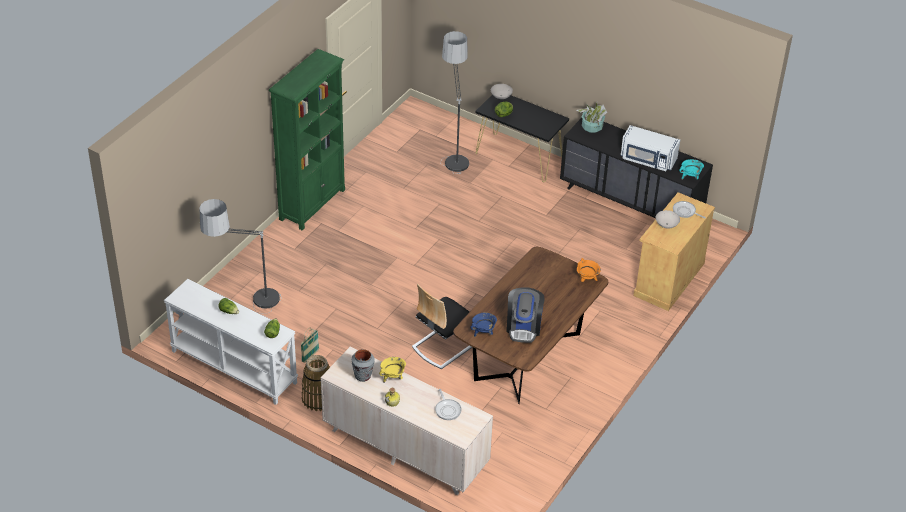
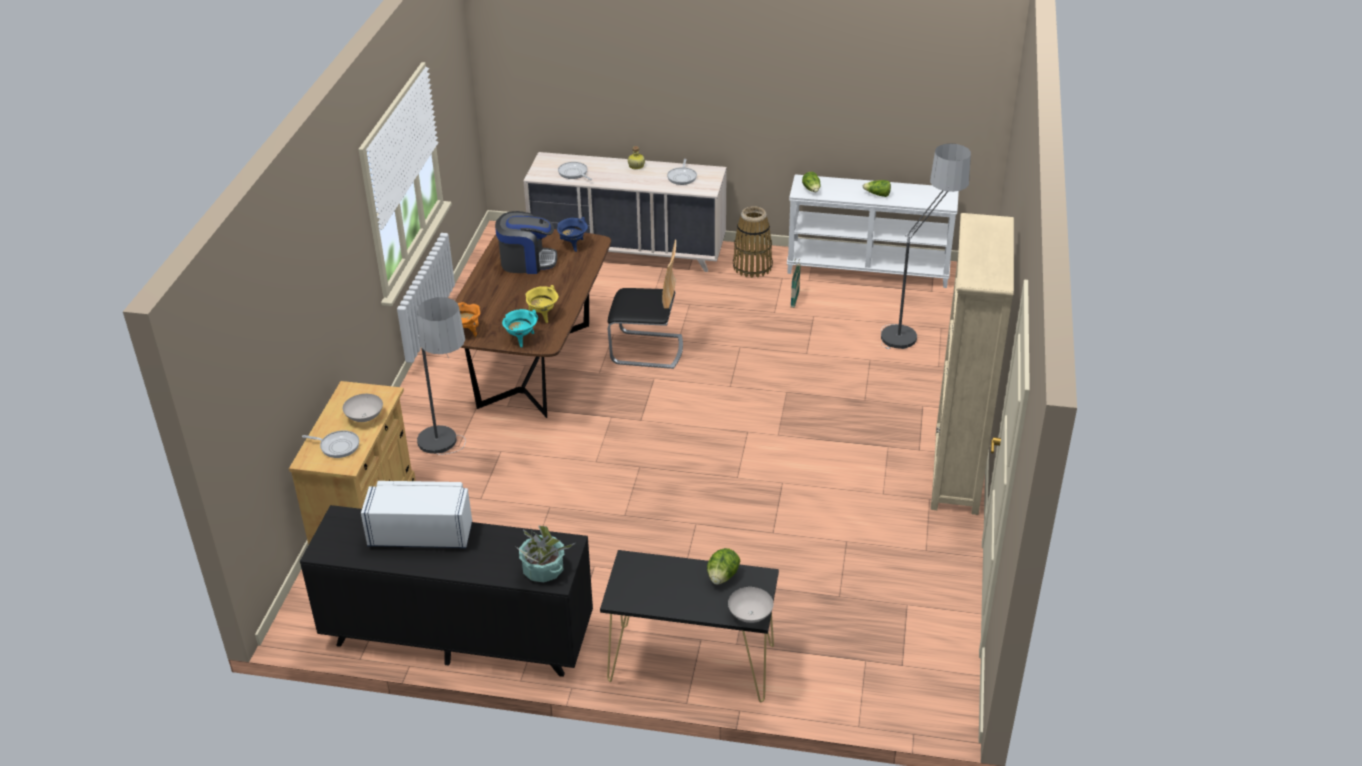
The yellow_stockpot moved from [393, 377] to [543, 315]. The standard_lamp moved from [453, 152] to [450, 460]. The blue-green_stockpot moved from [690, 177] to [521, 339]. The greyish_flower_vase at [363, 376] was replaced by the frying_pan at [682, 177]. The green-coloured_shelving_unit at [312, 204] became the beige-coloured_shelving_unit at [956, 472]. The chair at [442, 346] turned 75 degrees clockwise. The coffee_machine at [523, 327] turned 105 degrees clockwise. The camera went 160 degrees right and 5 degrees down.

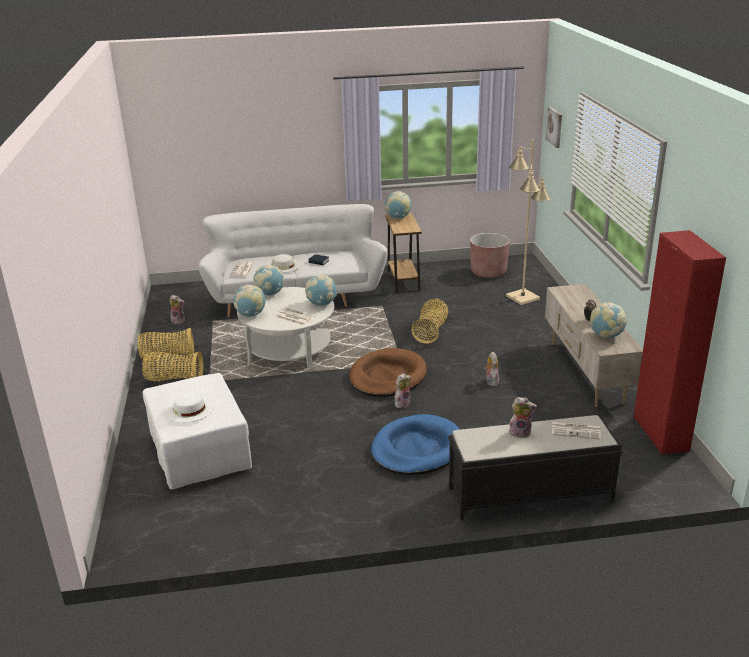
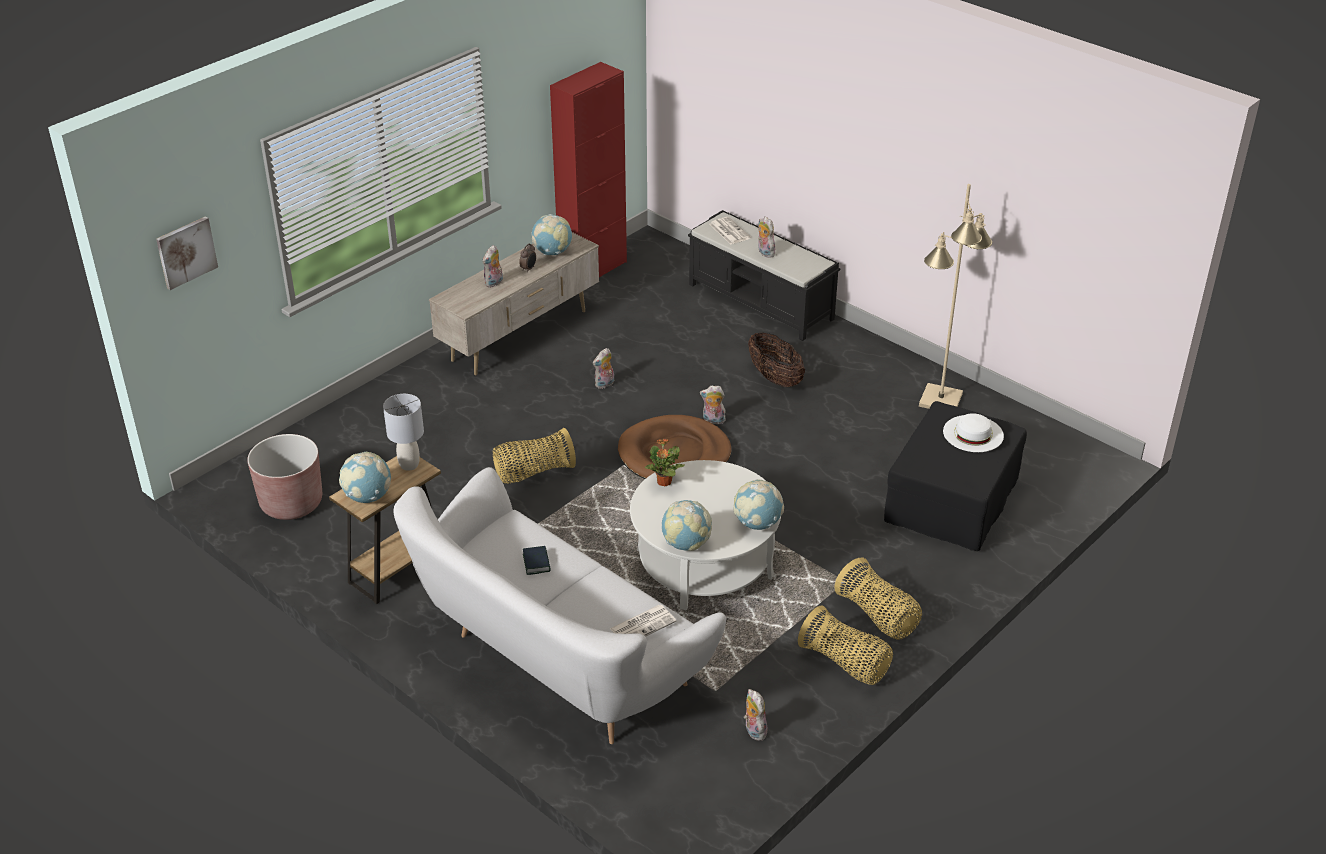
The whitish_clothing_hat at [282, 265] disappeared. The daily_paper at [294, 317] disappeared. The greyish_lamp_for_a_table at [409, 464] appeared. The cuddly_toy at [494, 283] appeared. The beige-coloured_standard_lamp moved from [522, 297] to [940, 400]. The desk_globe at [321, 304] was replaced by the houseplant at [664, 482]. The bluish_pet_bed at [416, 449] was replaced by the household_basket at [775, 378]. The whitish_pouffe at [199, 451] became the blackish_pouffe at [952, 502]. The camera went 130 degrees left and 10 degrees up.

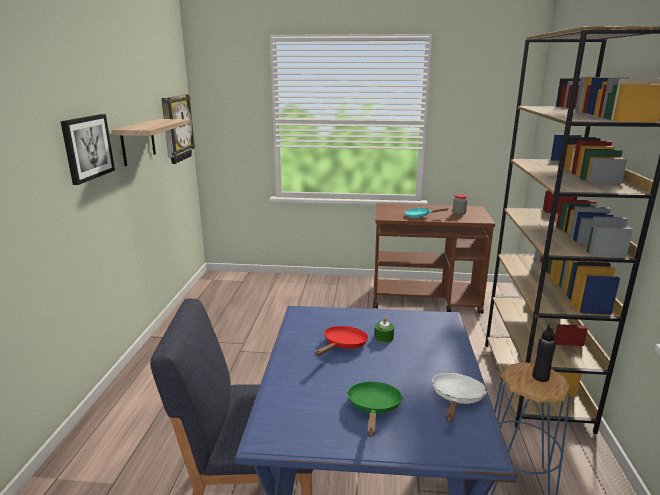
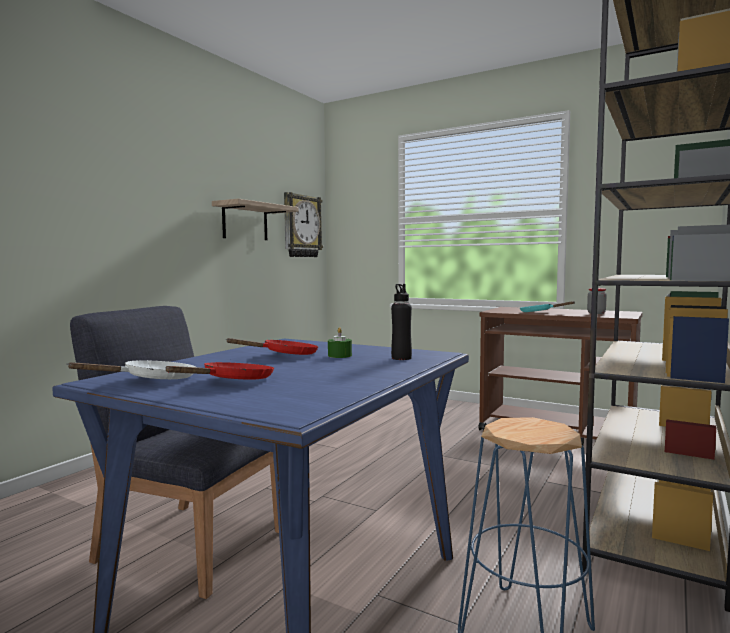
The wall_picture at [87, 148] disappeared. The whitish_frying_pan moved from [457, 398] to [153, 380]. The blackish_beverage_bottle moved from [540, 377] to [401, 358]. The green-coloured_frying_pan at [374, 408] became the red_frying_pan at [233, 381]. The camera went 25 degrees right and 15 degrees down.

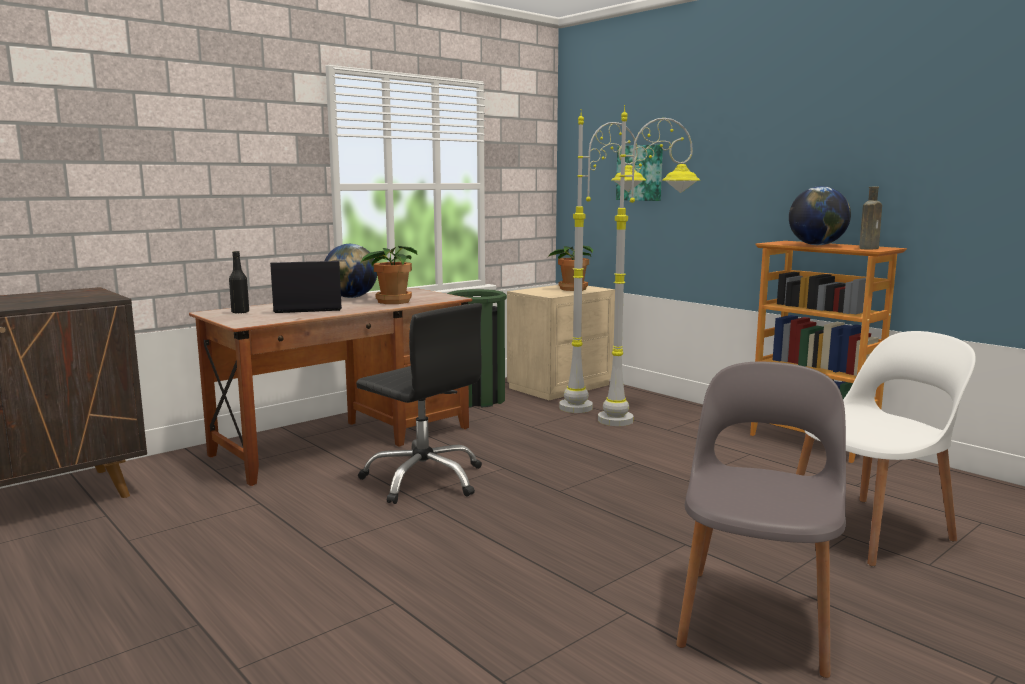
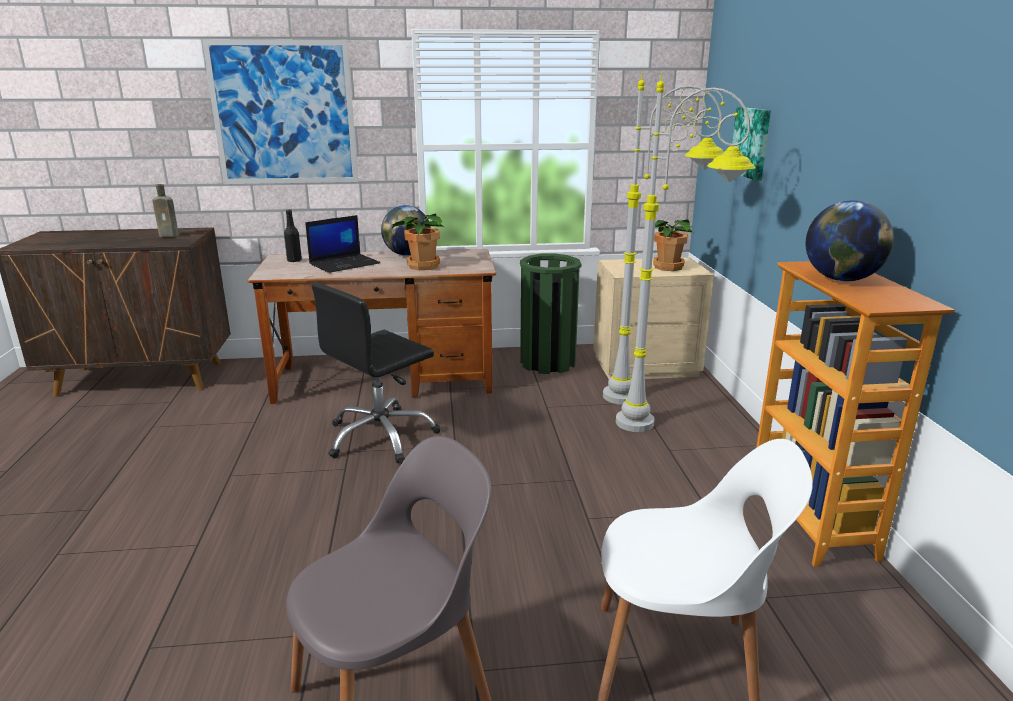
The wall_picture at [284, 113] appeared. The brownish_beverage_bottle moved from [869, 248] to [170, 236]. The portable_computer at [306, 308] turned 120 degrees clockwise. The blackish_computer_chair at [424, 479] turned 60 degrees clockwise. The camera went 35 degrees right and 10 degrees up.

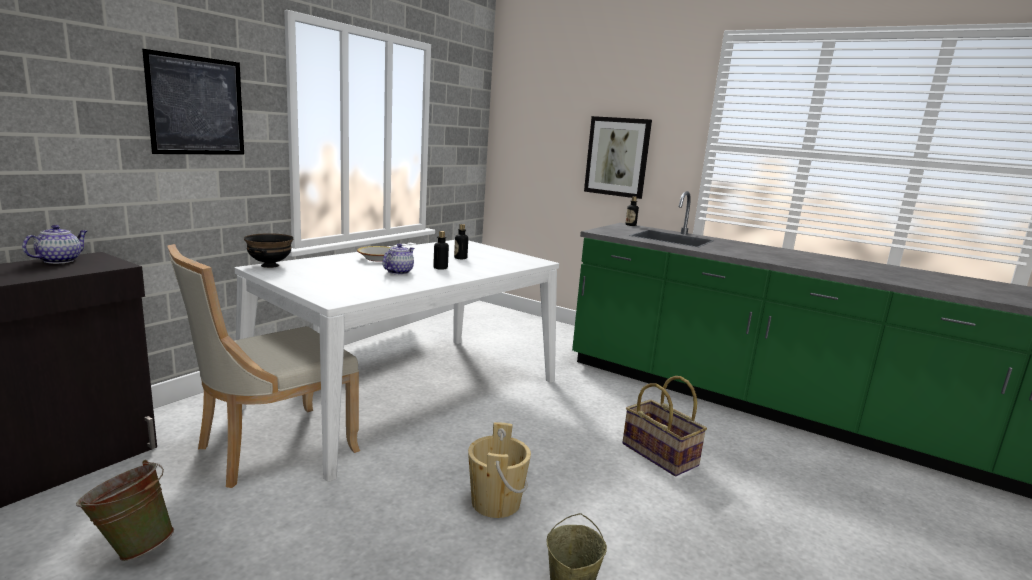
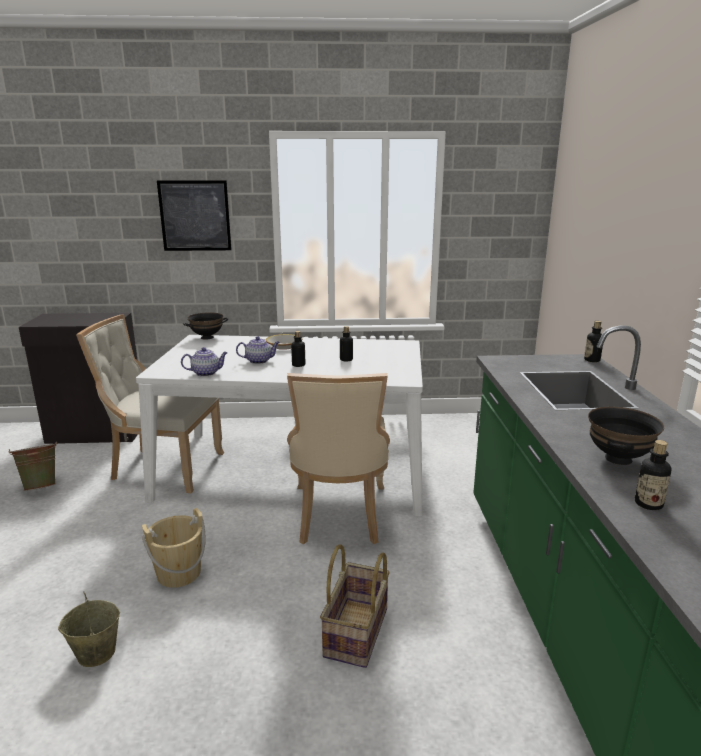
The wall_picture at [617, 157] disappeared. The beige-coloured_chair at [339, 516] appeared. The blackish_serving_bowl at [619, 459] appeared. The beverage_bottle at [648, 504] appeared. The tea_pot moved from [60, 260] to [206, 373]. The camera went 55 degrees right and 5 degrees up.

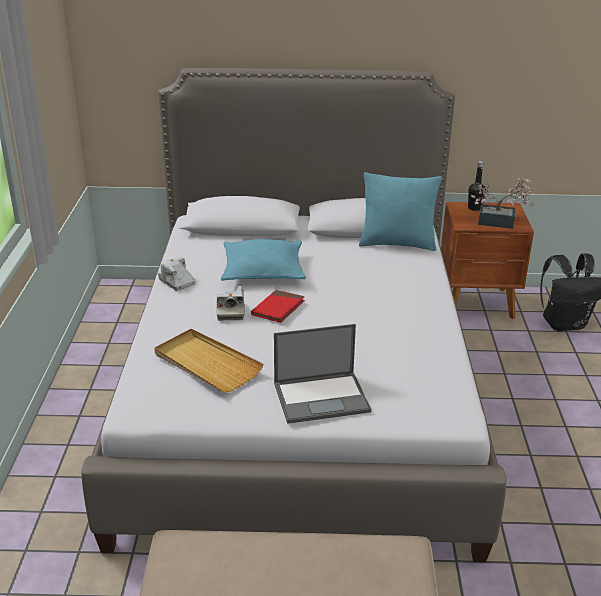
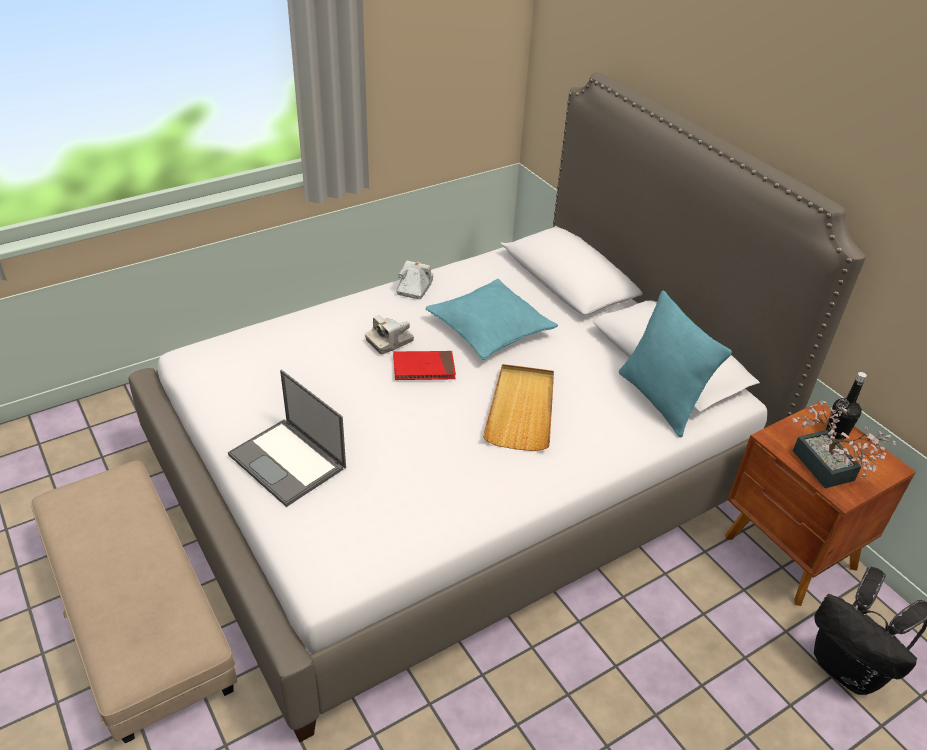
The beige-coloured_carrying_tray moved from [206, 364] to [521, 409]. The camera went 55 degrees right and 10 degrees up.

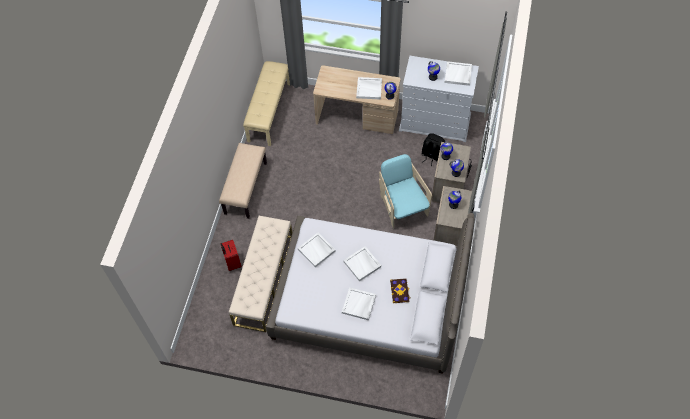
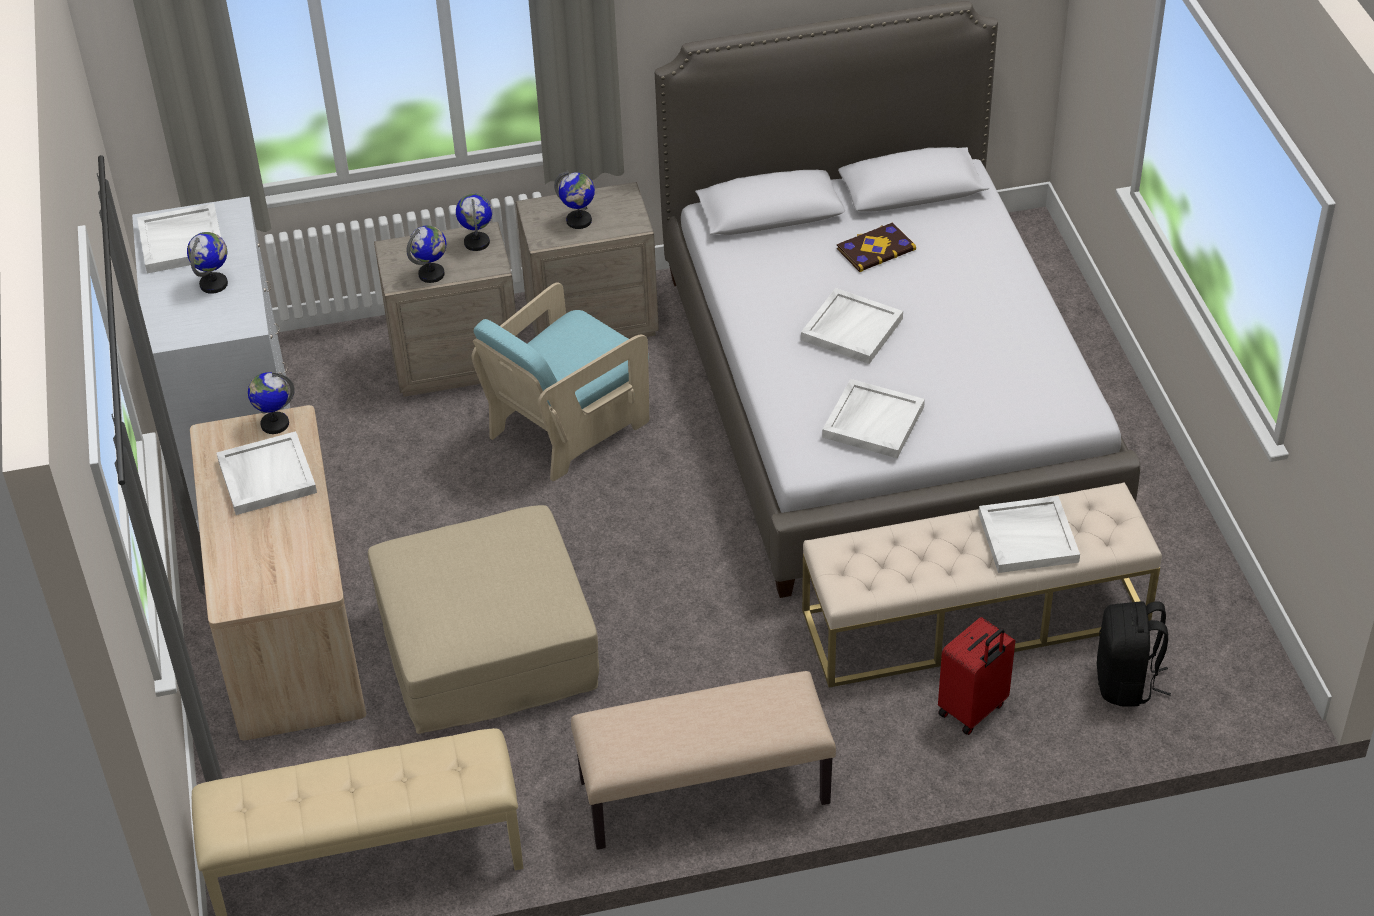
The beige-coloured_pouffe at [486, 646] appeared. The whitish_carrying_tray moved from [359, 304] to [1028, 537]. The blackish_backpack moved from [431, 155] to [1126, 683]. The camera went 115 degrees left and 15 degrees down.

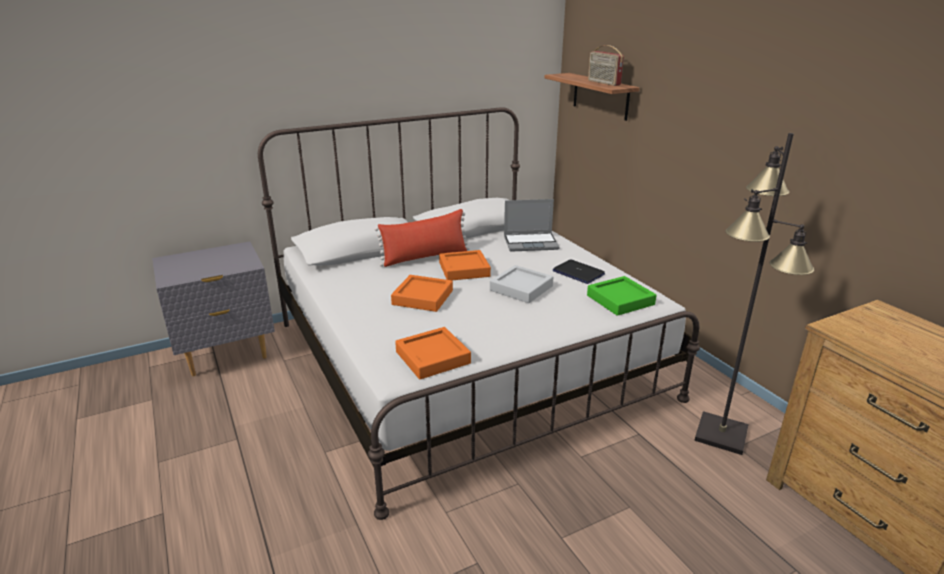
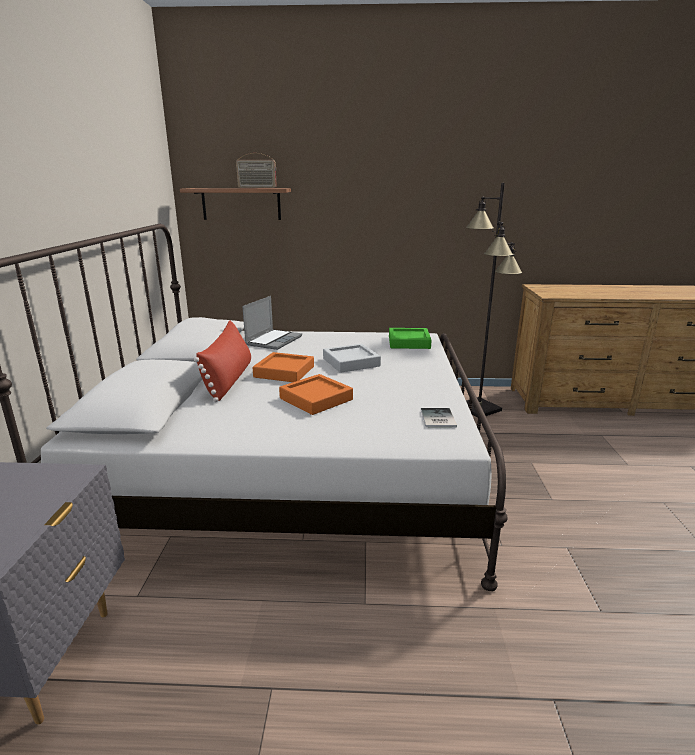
The portable_computer at [578, 273] disappeared. The orangey_carrying_tray at [433, 357] was replaced by the bound_book at [436, 419]. The camera went 60 degrees left and 5 degrees down.

